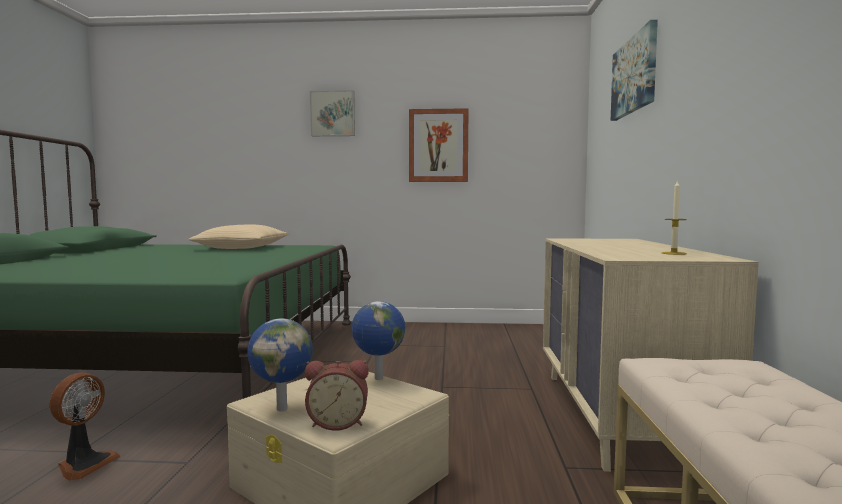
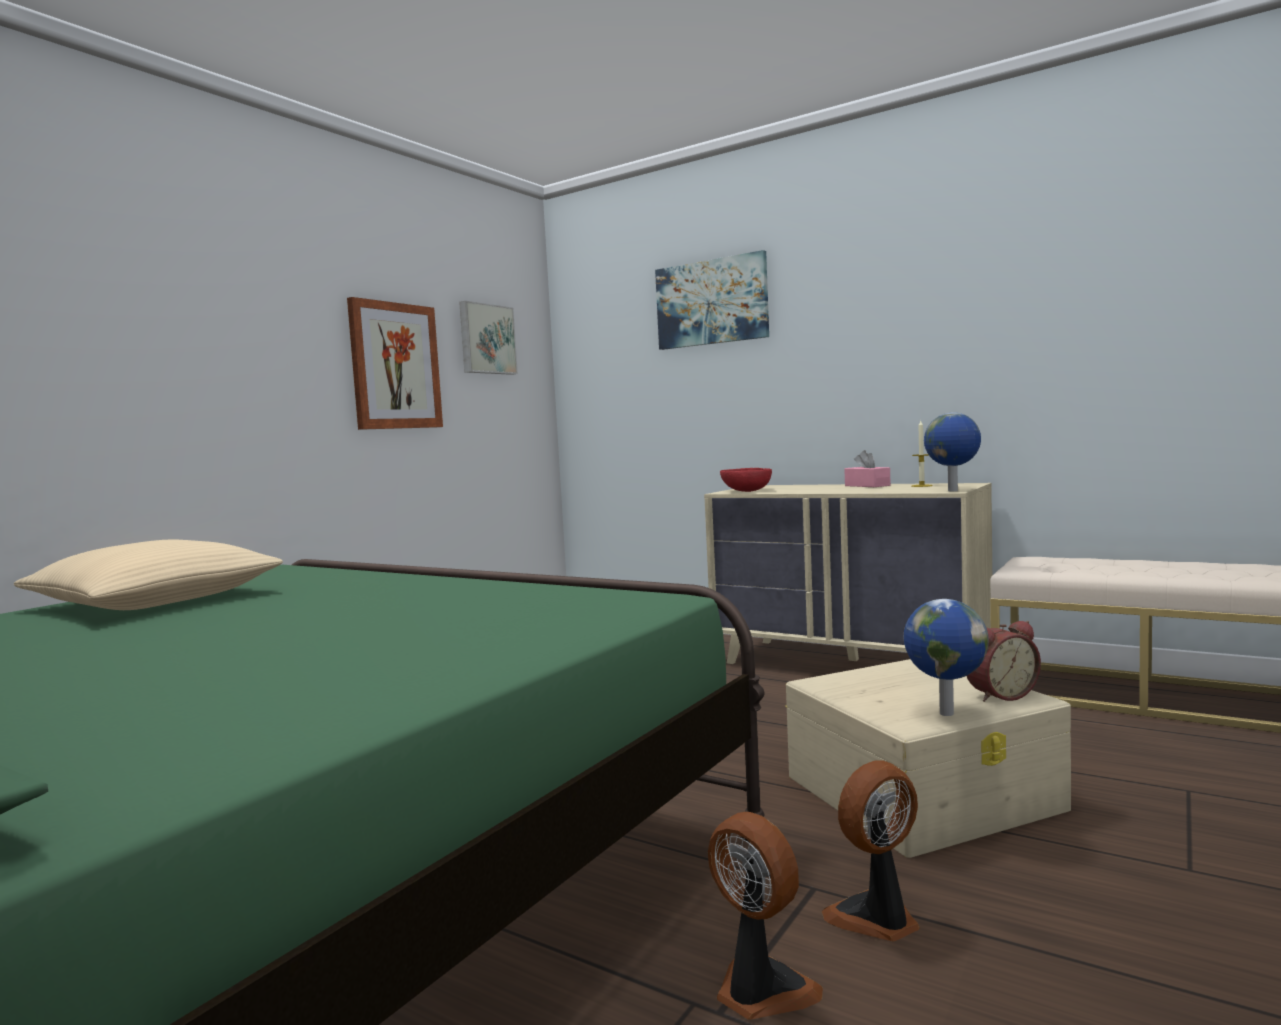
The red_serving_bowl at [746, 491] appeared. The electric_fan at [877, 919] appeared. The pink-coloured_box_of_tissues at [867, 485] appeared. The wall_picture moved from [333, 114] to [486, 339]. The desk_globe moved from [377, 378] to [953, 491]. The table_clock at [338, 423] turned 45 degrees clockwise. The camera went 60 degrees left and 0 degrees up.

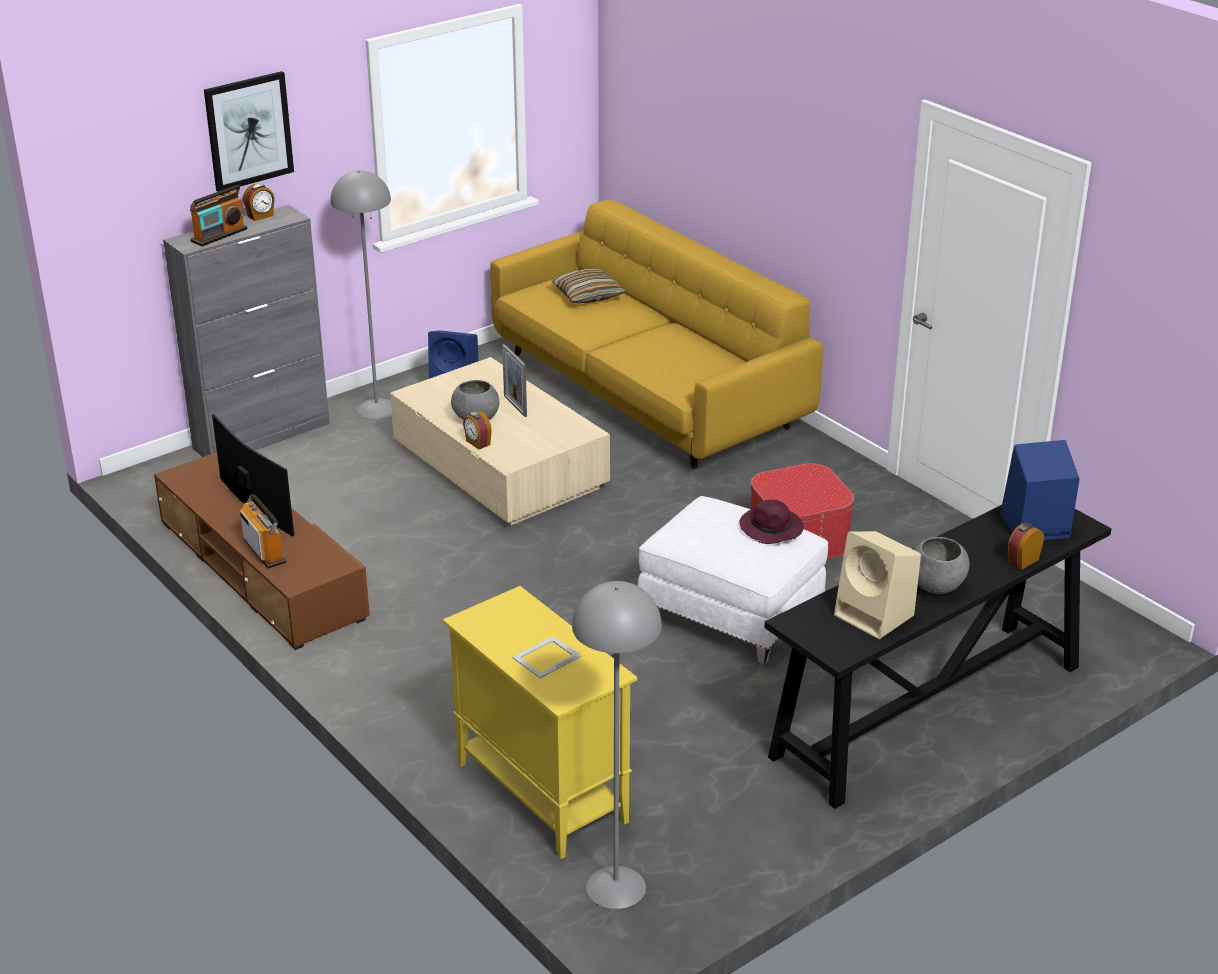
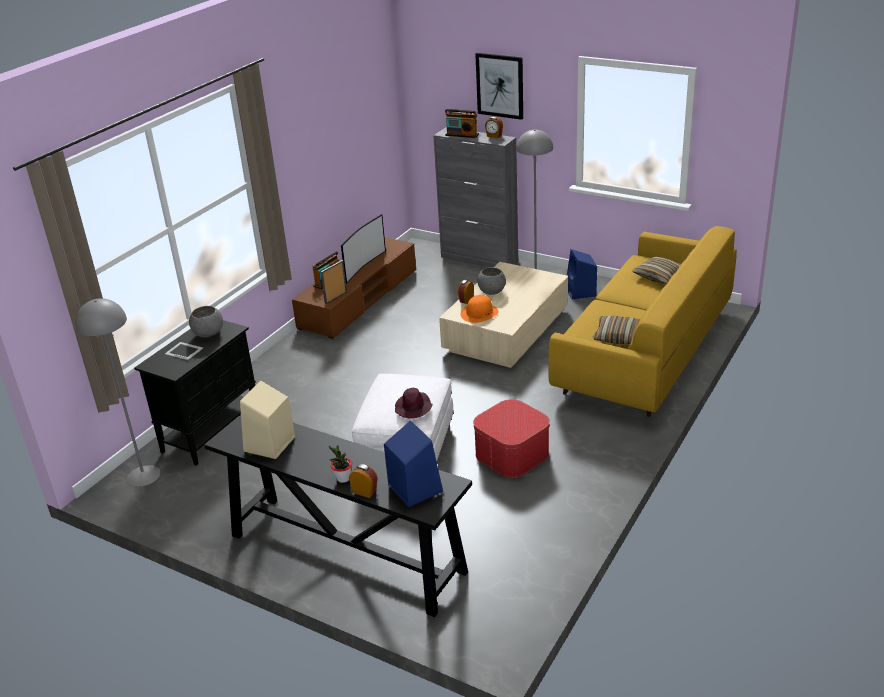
The houseplant at [343, 478] appeared. The orangey_clothing_hat at [479, 313] appeared. The throw_pillow at [618, 336] appeared. The picture_frame moved from [515, 406] to [336, 298]. The greyish_serving_bowl moved from [936, 586] to [209, 334]. The yellow_cupboard at [540, 792] became the blackish_cupboard at [212, 431]. The camera went 70 degrees right and 0 degrees up.

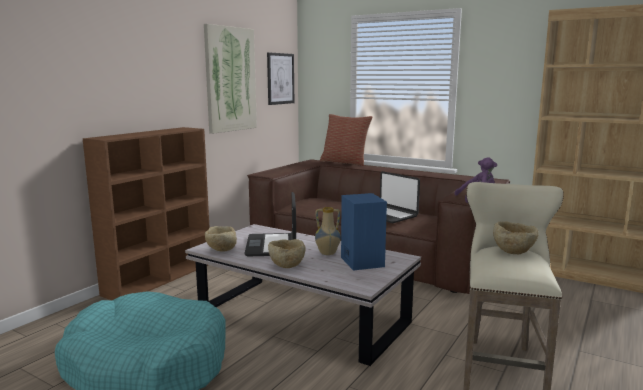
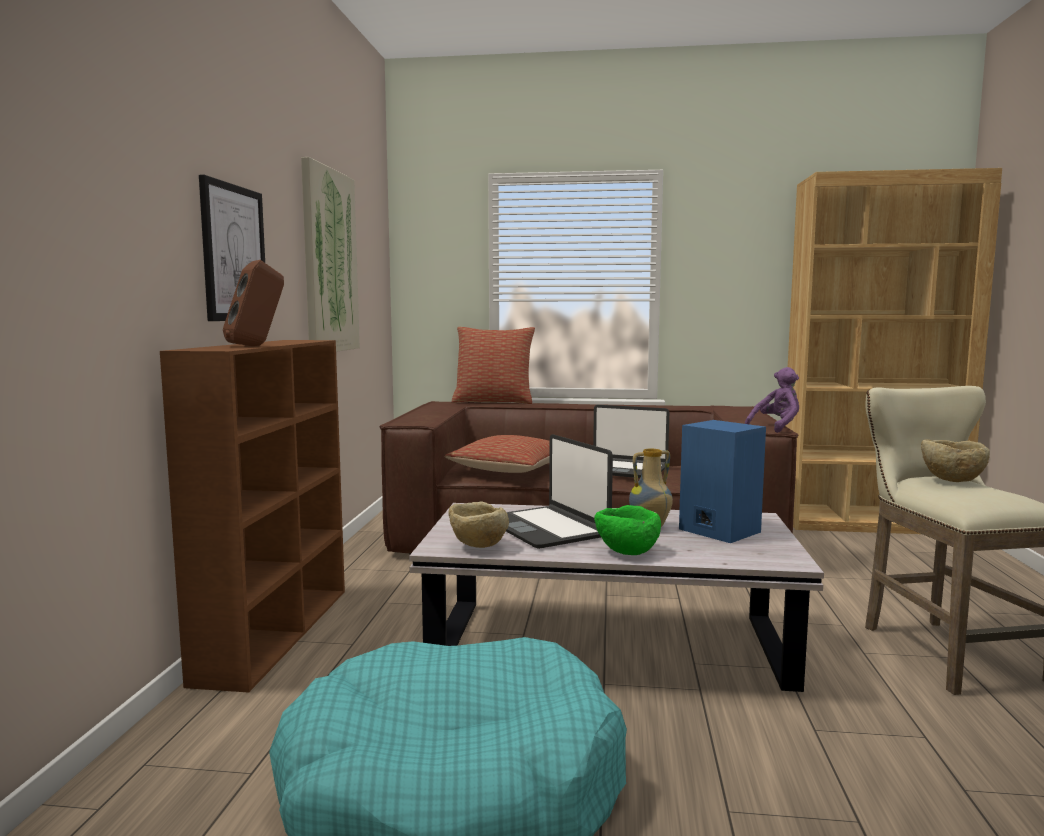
The brownish_audio_speaker at [256, 346] appeared. The throw_pillow at [510, 469] appeared. The wall_picture moved from [280, 78] to [233, 253]. The beige-coloured_serving_bowl at [286, 266] became the green-coloured_serving_bowl at [626, 552]. The camera went 25 degrees left and 5 degrees down.

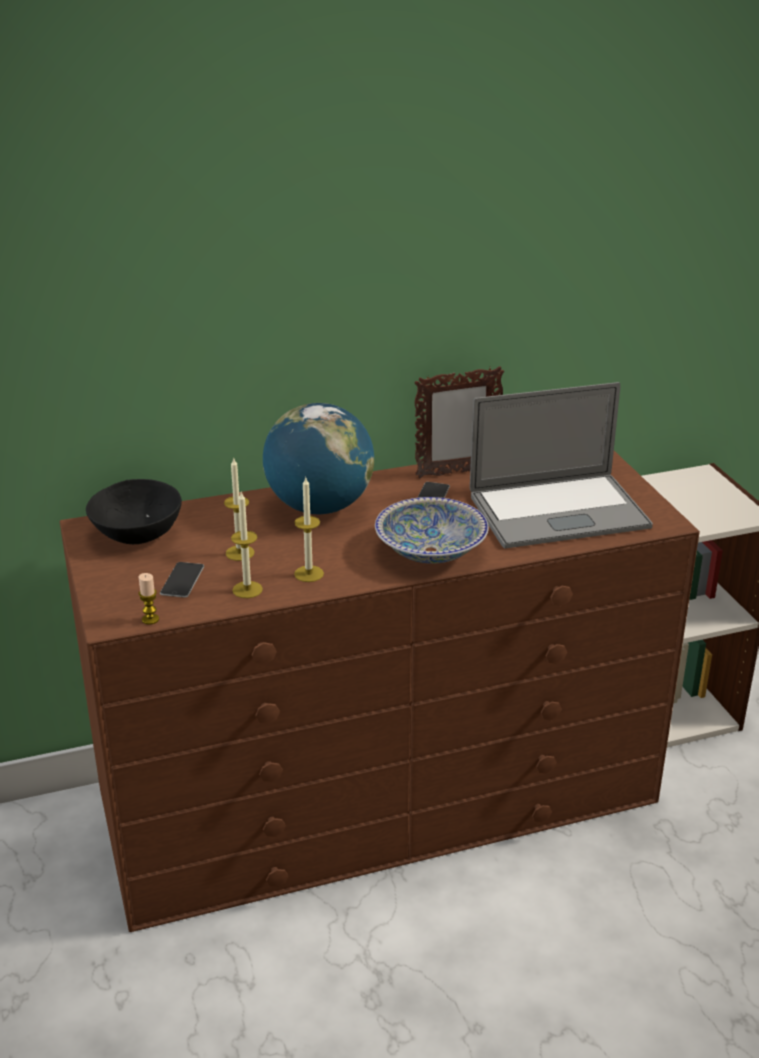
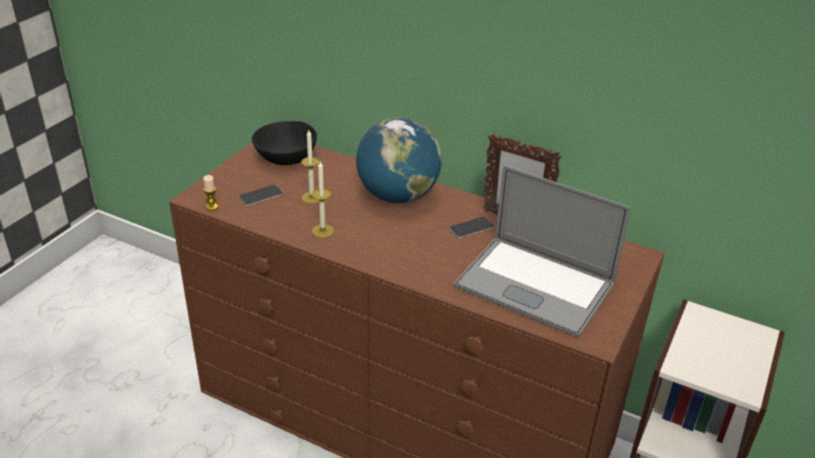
The wax_candle at [247, 589] disappeared. The serving_bowl at [430, 551] disappeared. The camera went 45 degrees right and 5 degrees up.

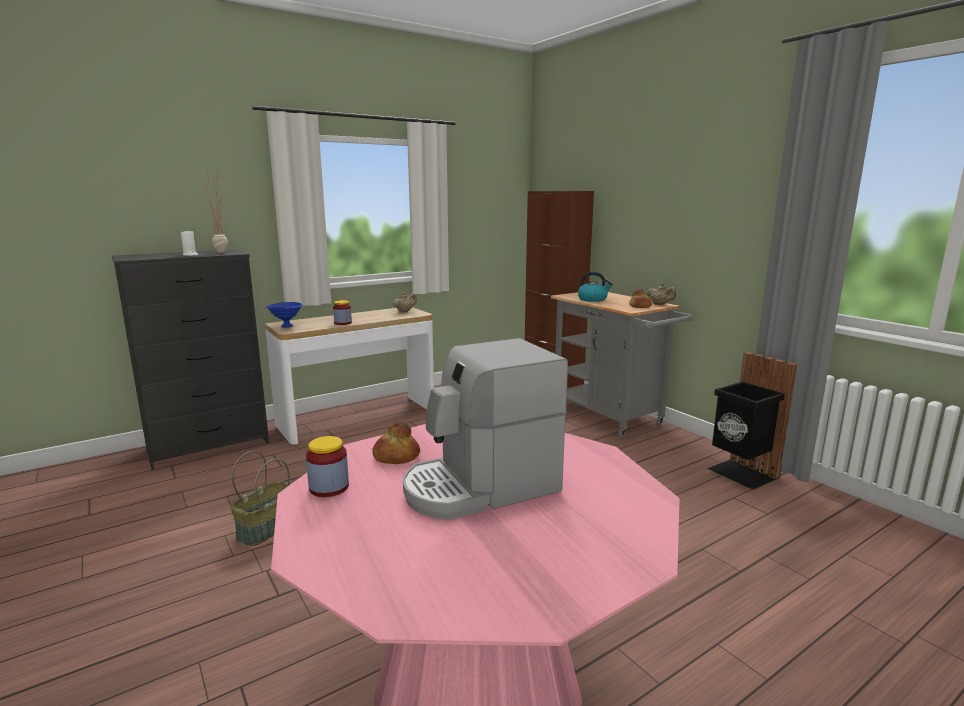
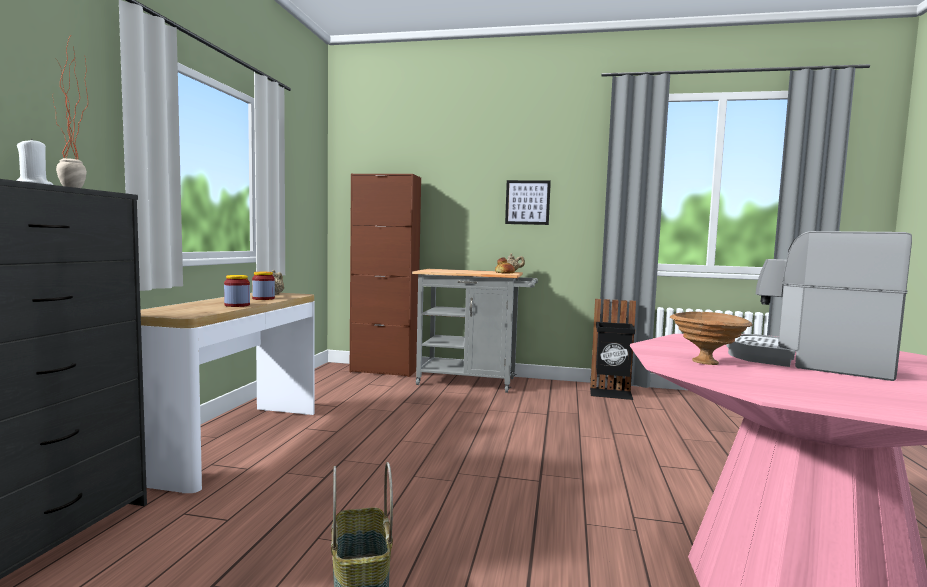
The bluish_serving_bowl at [286, 326] disappeared. The kettle at [593, 299] disappeared. The wall_picture at [527, 202] appeared. The jar moved from [329, 487] to [263, 298]. The baked_bread at [396, 457] was replaced by the brownish_serving_bowl at [707, 363]. The coffee_machine at [480, 487] turned 105 degrees clockwise. The camera went 45 degrees left and 10 degrees down.

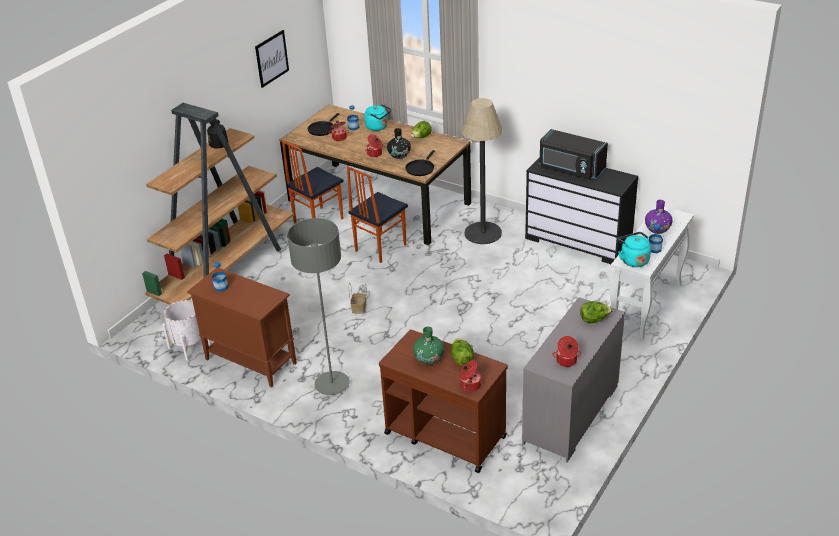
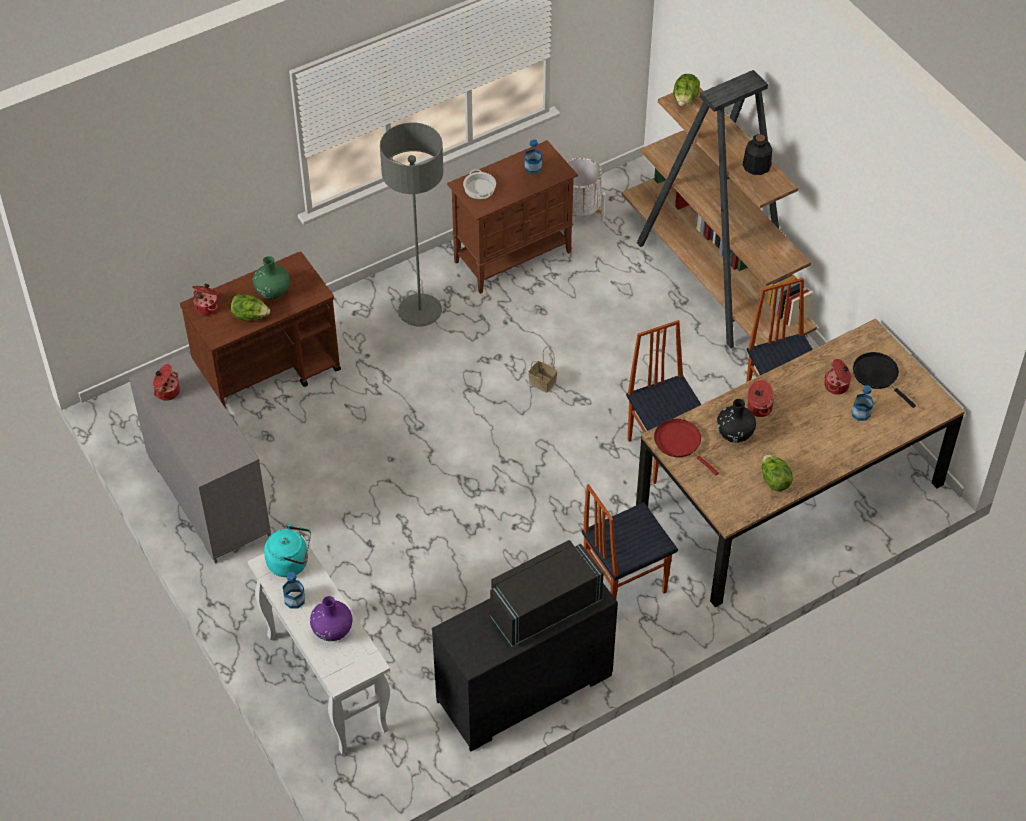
The wall_picture at [272, 58] disappeared. The blue-green_kettle at [378, 127] disappeared. The stockpot at [479, 188] appeared. The head_of_lettuce moved from [594, 320] to [685, 100]. The standard_lamp at [483, 233] was replaced by the chair at [623, 584]. The blackish_frying_pan at [420, 168] became the red_frying_pan at [680, 443]. The camera went 115 degrees right and 15 degrees up.

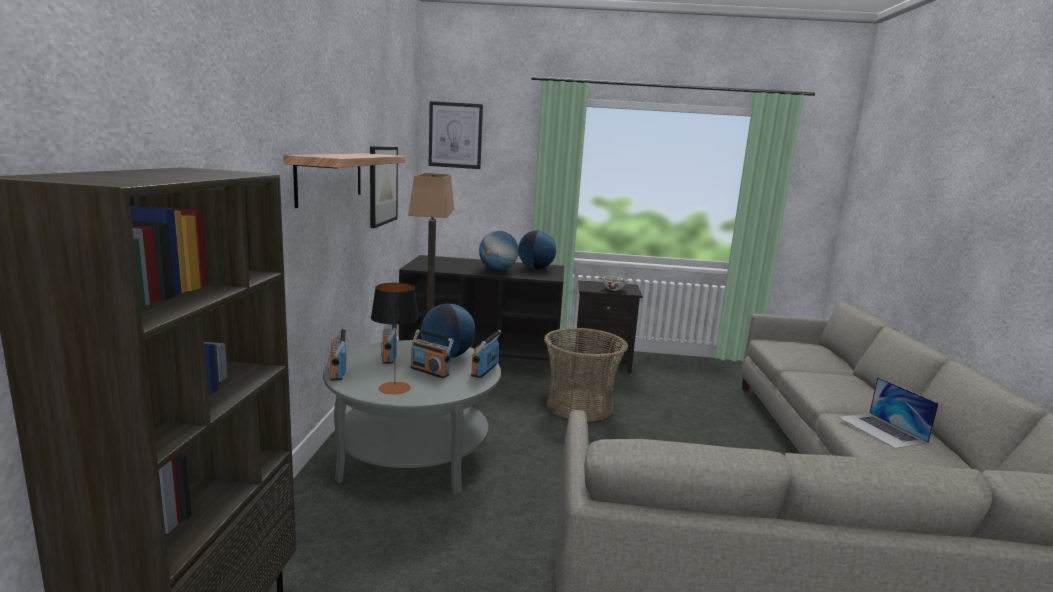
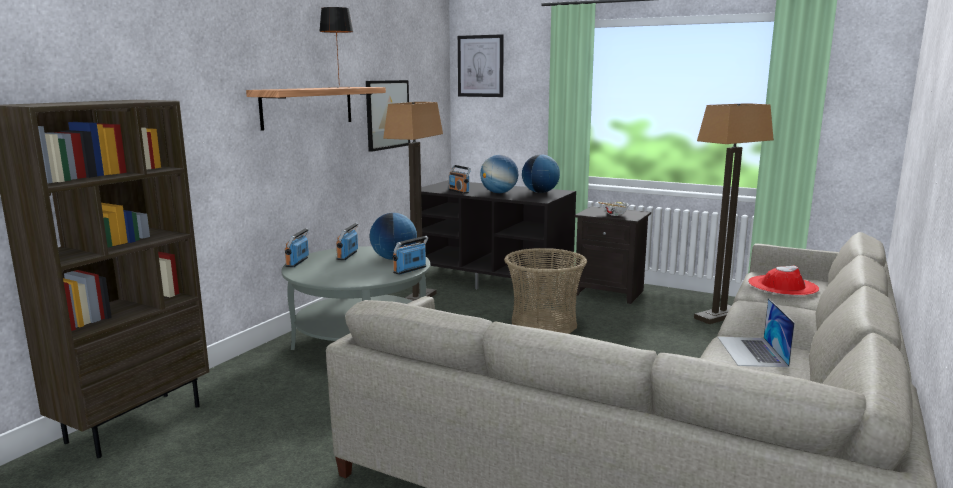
The standard_lamp at [718, 316] appeared. The red_clothing_hat at [782, 285] appeared. The lamp_for_a_table moved from [394, 388] to [339, 87]. The radio moved from [430, 371] to [459, 191]. The camera went 25 degrees right and 0 degrees up.

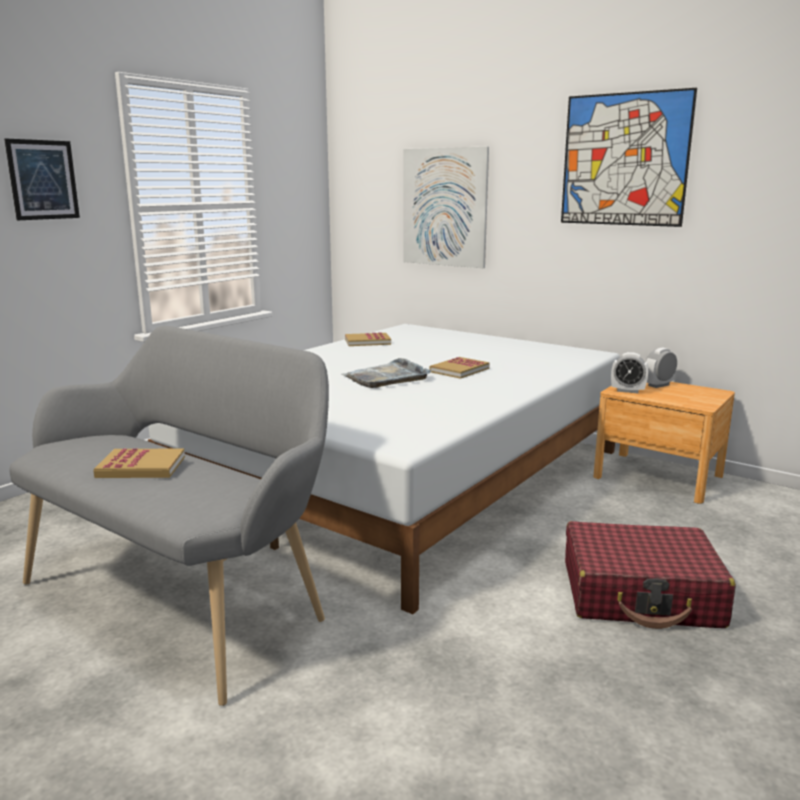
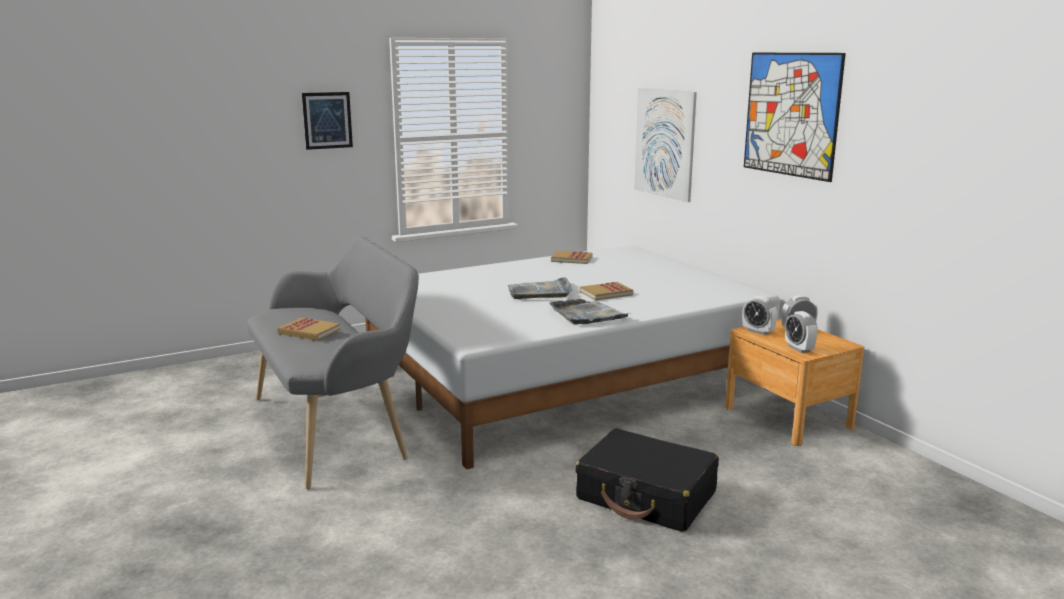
The greyish_carrying_tray at [587, 314] appeared. The table_clock at [799, 349] appeared. The red_piece_of_luggage at [641, 594] became the blackish_piece_of_luggage at [646, 496]. The camera went 25 degrees right and 0 degrees up.

